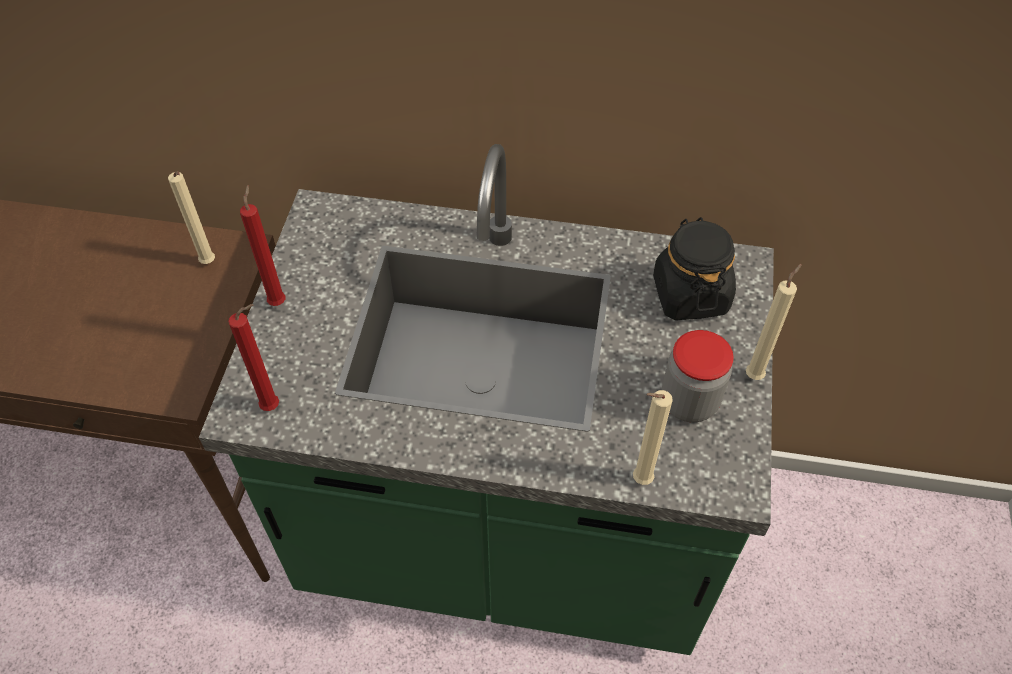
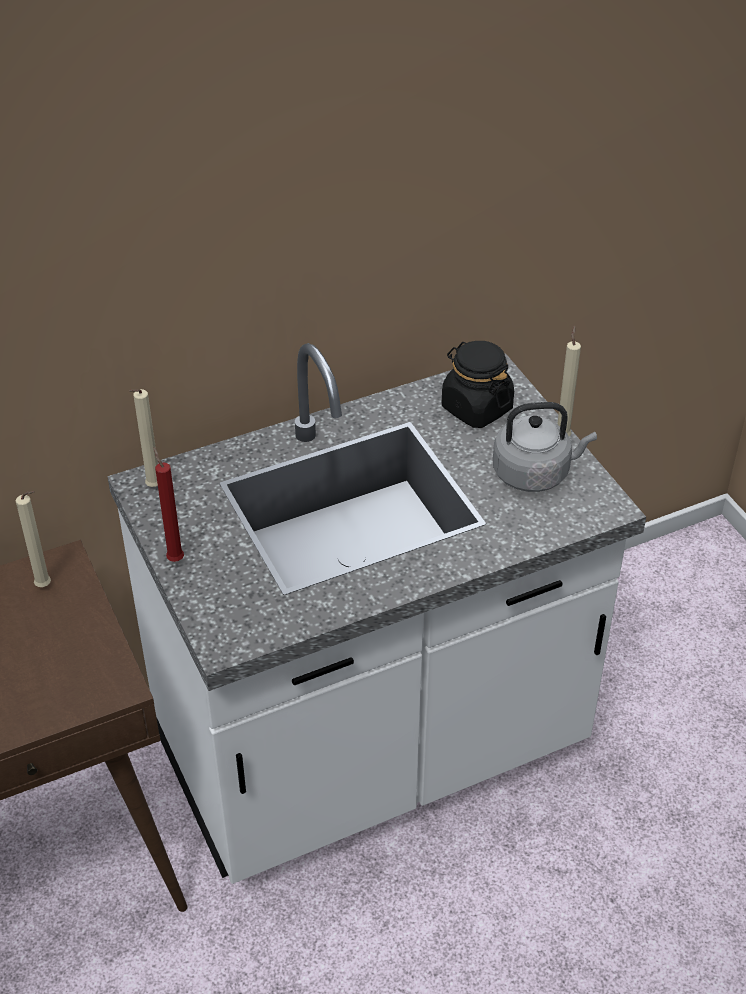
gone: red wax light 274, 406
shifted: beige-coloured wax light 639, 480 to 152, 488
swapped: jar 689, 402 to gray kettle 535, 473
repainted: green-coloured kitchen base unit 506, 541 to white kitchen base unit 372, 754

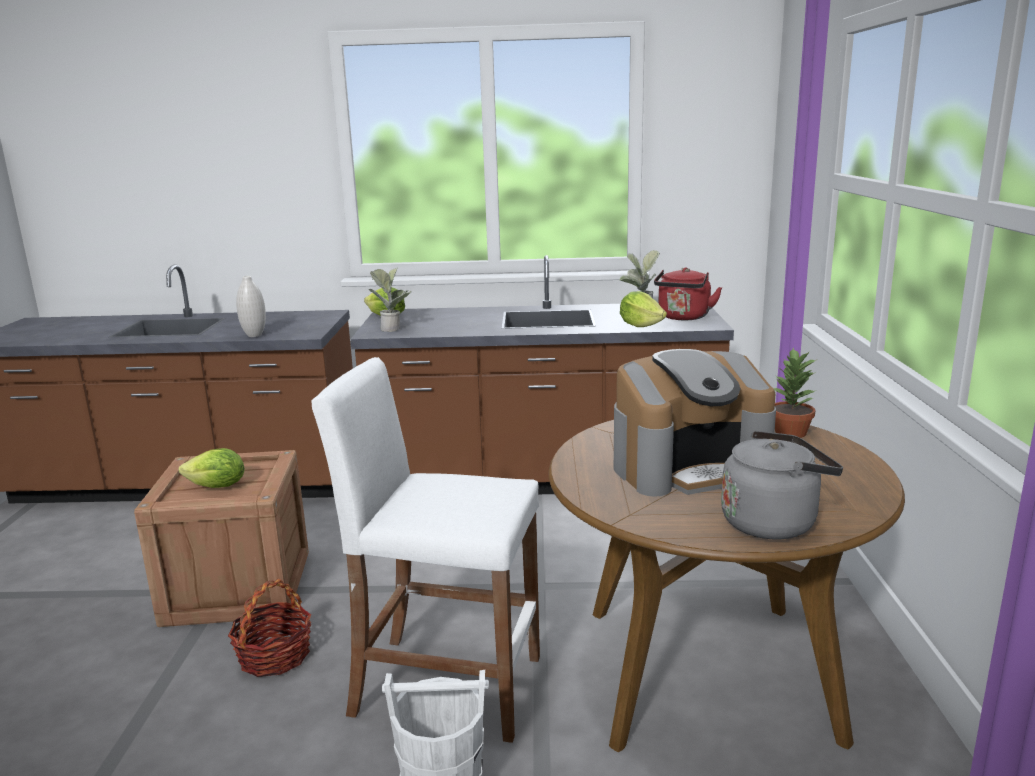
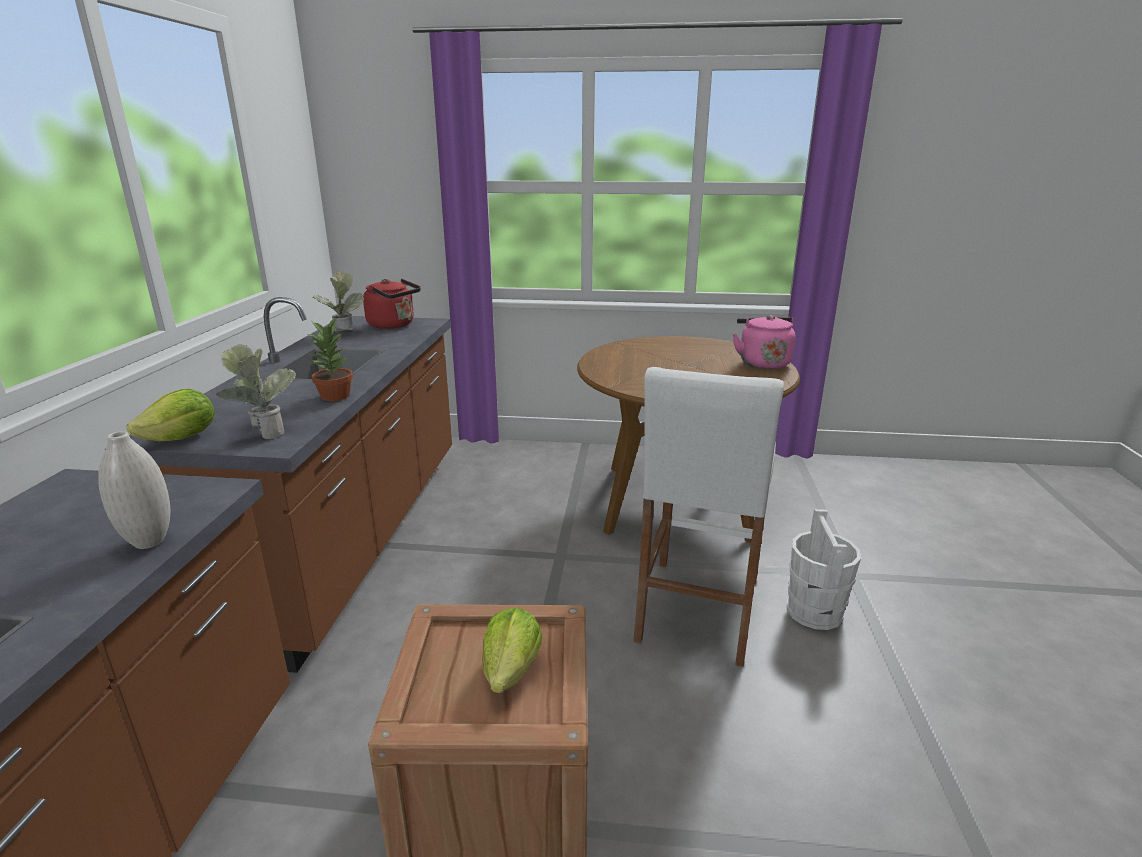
gone: household basket 274, 656; coffee maker 689, 467; head of lettuce 641, 325
shifted: potted plant 790, 433 to 336, 396
repainted: gray kettle 773, 522 to pinkish kettle 762, 363

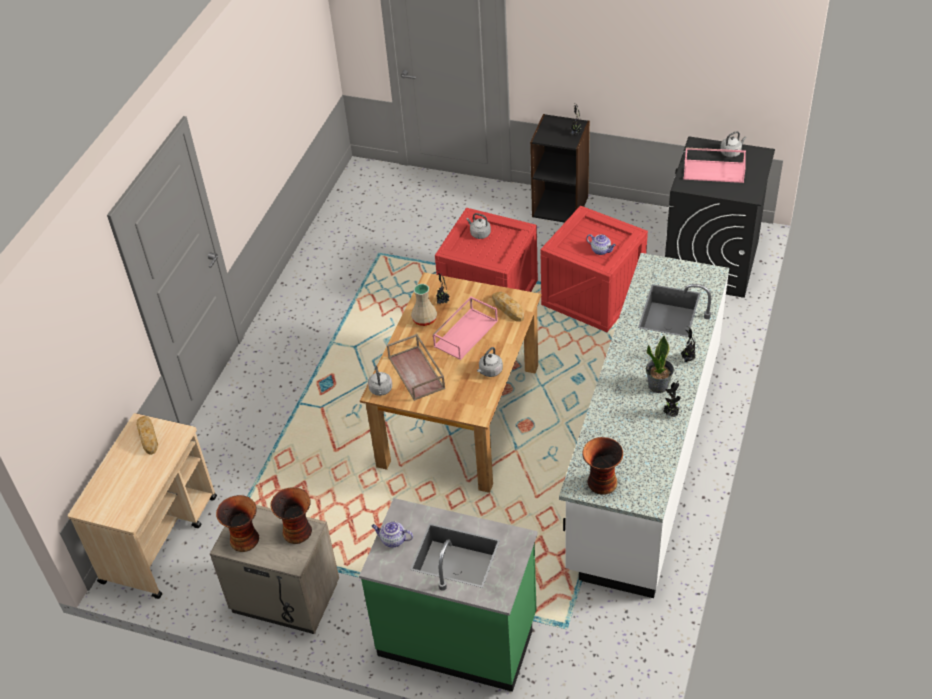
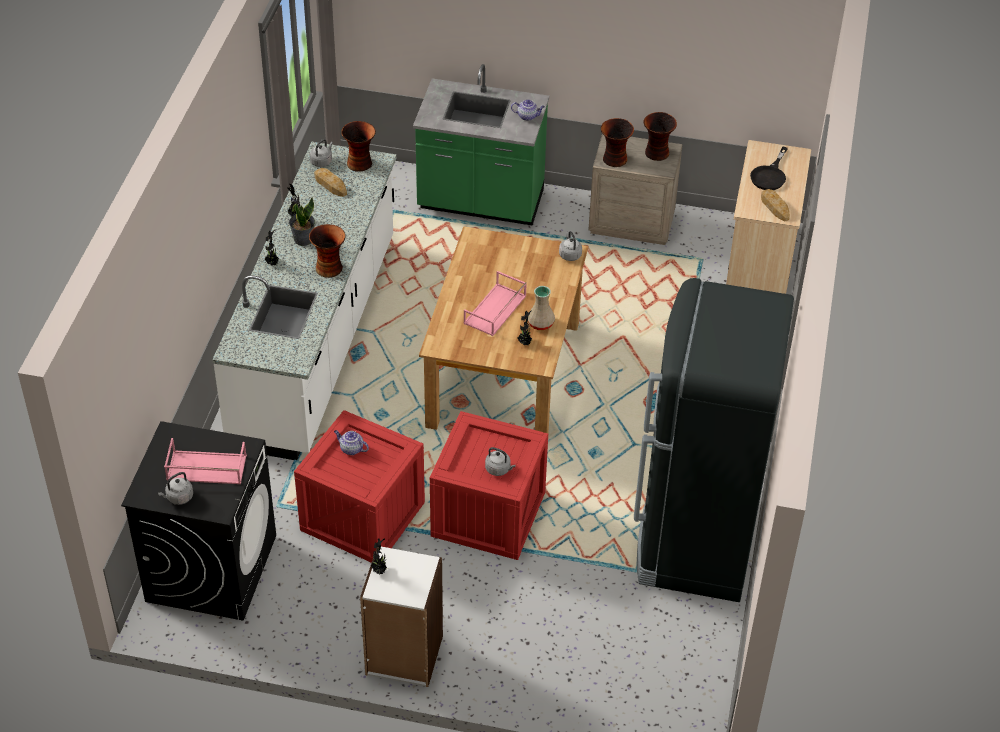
gone: brownish serving tray 417, 373
new: vase 329, 268; blackish kitchen fridge 695, 541; blackish frying pan 770, 175
shifted: gray kettle 490, 371 to 322, 161; bread 508, 308 to 330, 185
repainted: blackish bookshelf 560, 206 to white bookshelf 404, 656

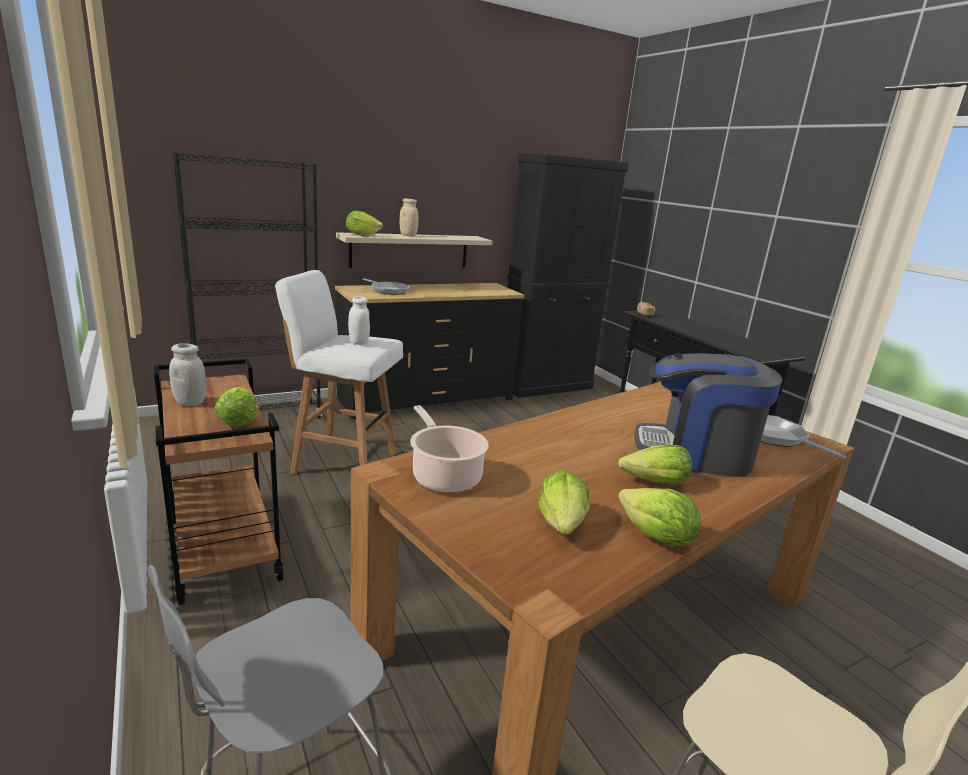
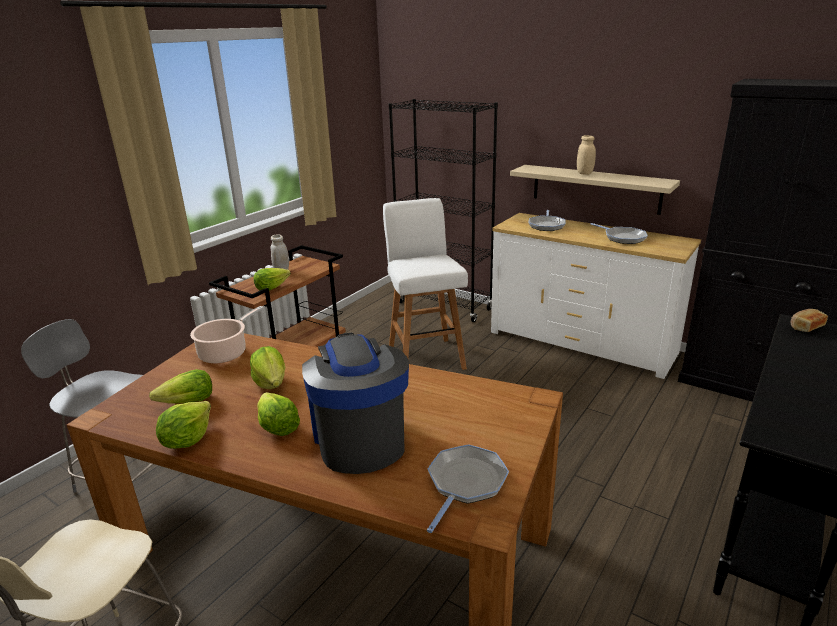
gone: white jar 359, 342
new: frying pan 622, 238
shifted: head of lettuce 362, 235 to 271, 383
repainted: blackish dresser 426, 399 to white dresser 581, 342

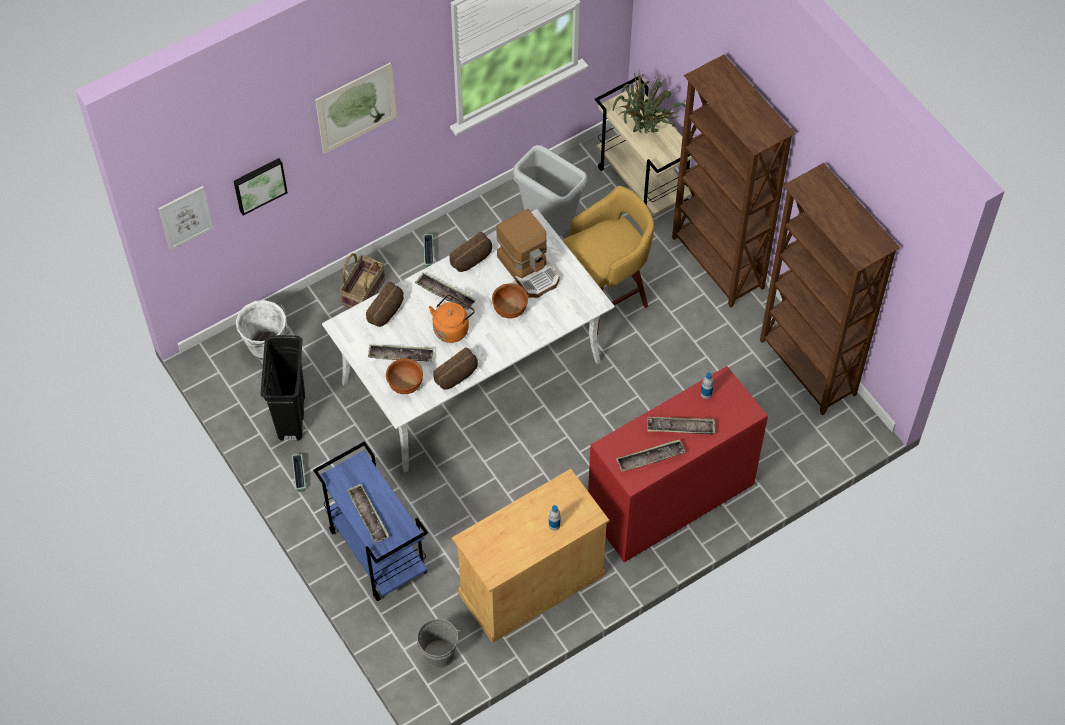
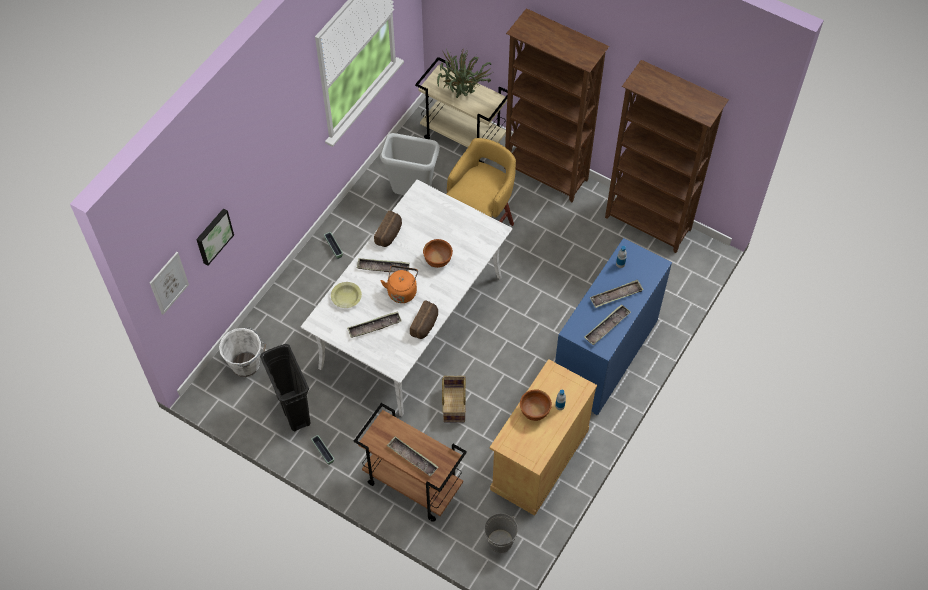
gone: wall picture 356, 107; coffee maker 529, 269
shifted: household basket 363, 291 to 453, 404; brownish deep dish 405, 385 to 534, 411
swapped: bread 387, 311 to yellow-coloured deep dish 346, 298
repainted: blue cart 376, 551 to brownish cart 412, 484; red dresser 670, 500 to blue dresser 605, 356

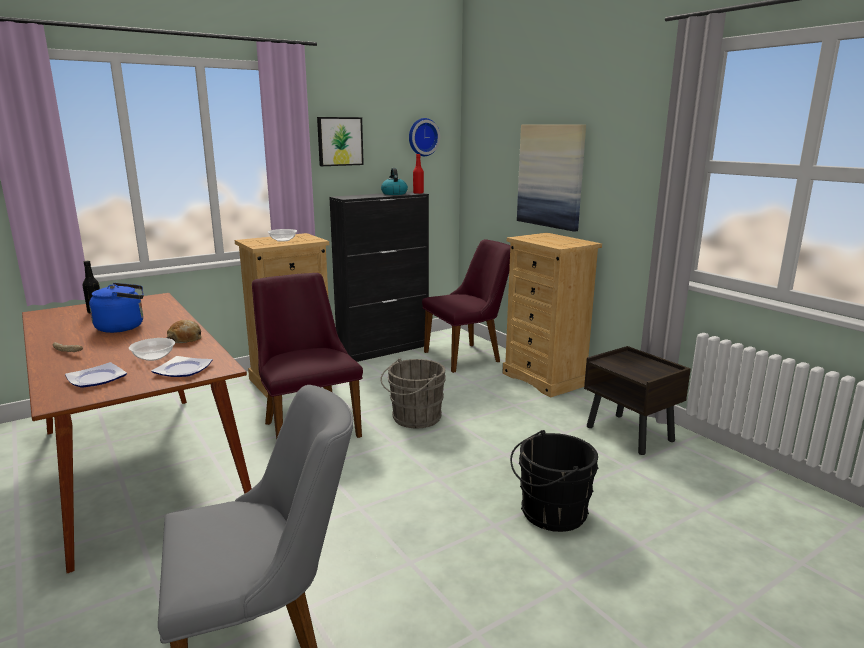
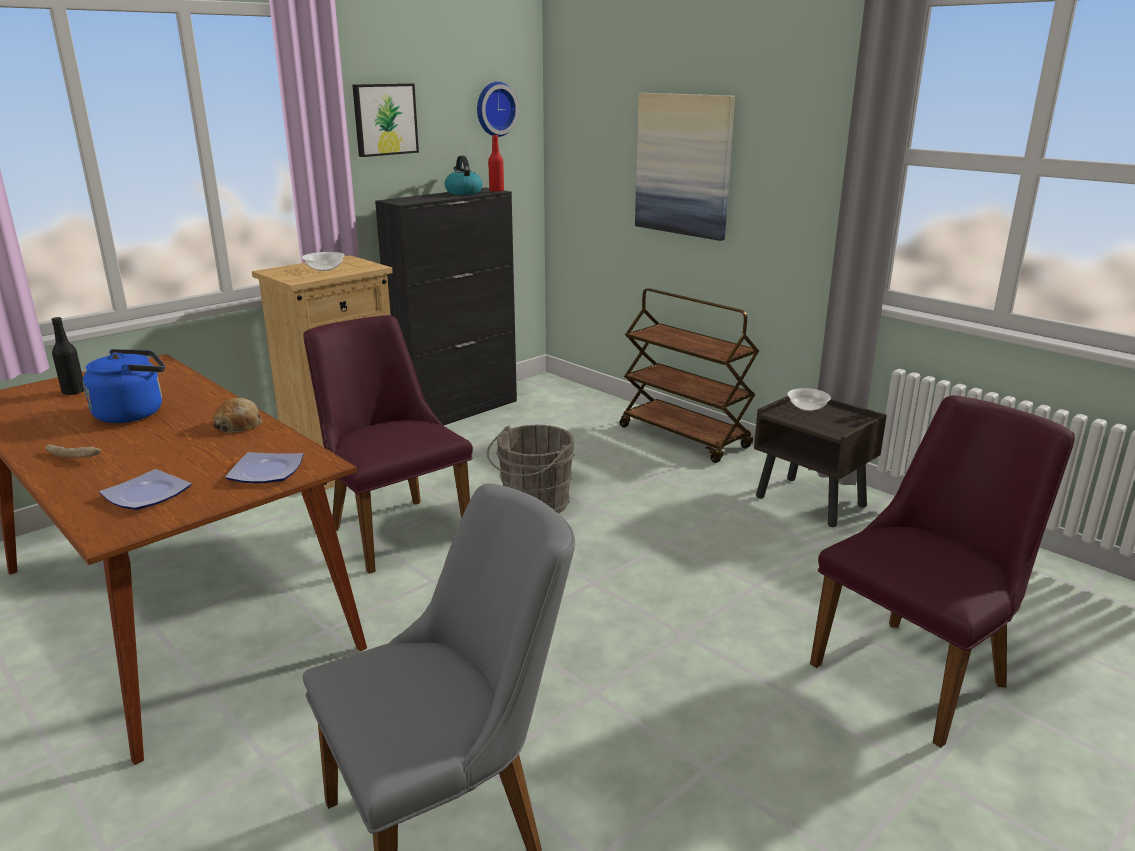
gone: blackish bucket 549, 513
shifted: deep dish 153, 357 to 807, 408; purplish chair 469, 356 to 921, 669
swapped: beige-coloured dresser 545, 379 to brownish cart 685, 437

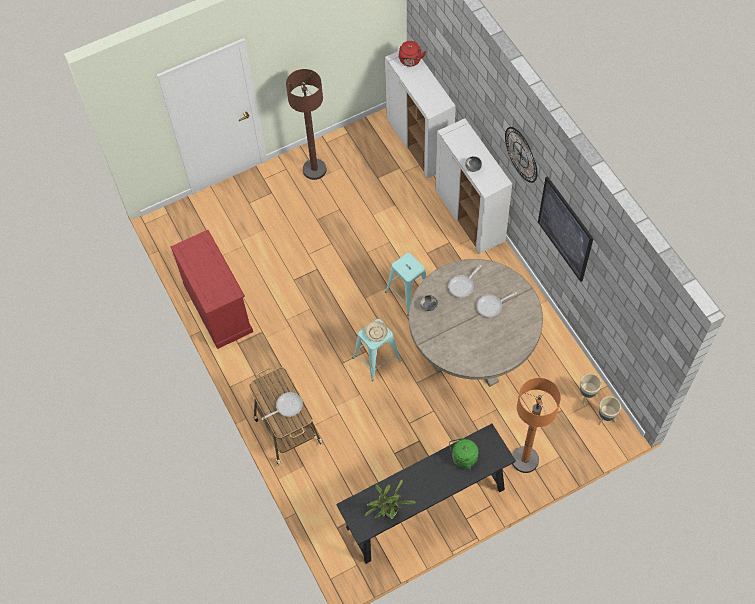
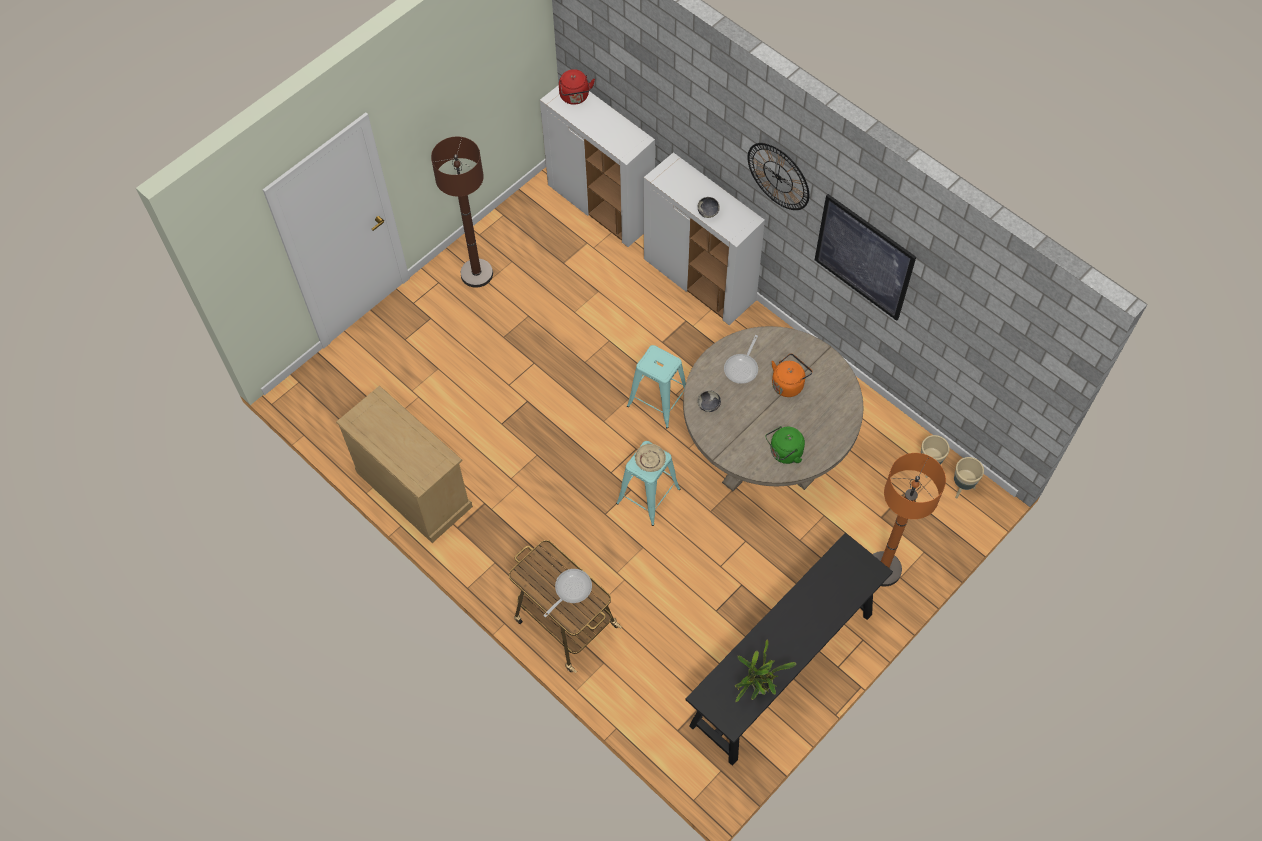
shifted: green-coloured kettle 462, 458 to 784, 453
swapped: frying pan 491, 306 to orangey kettle 788, 383
repainted: red dresser 218, 308 to beige-coloured dresser 414, 489

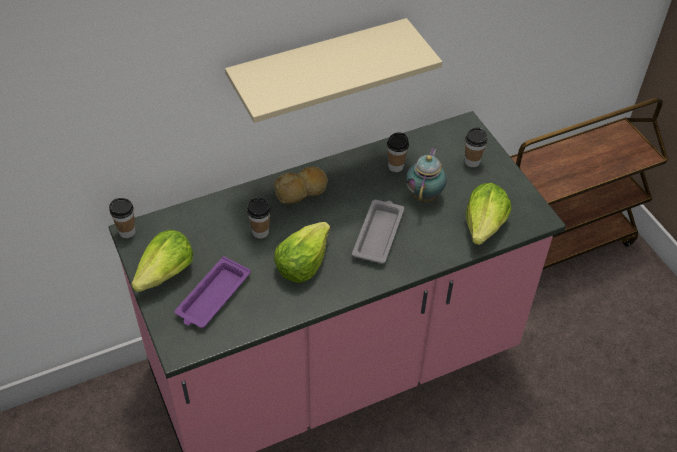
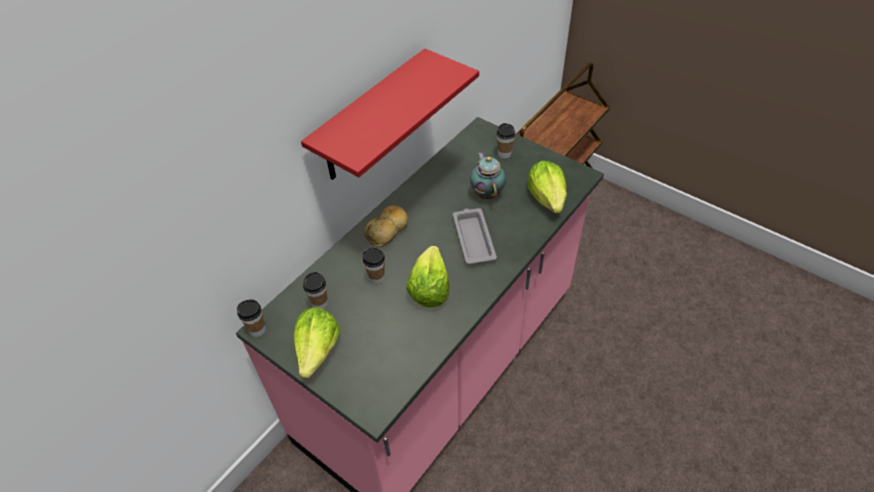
gone: purplish serving tray 212, 297
shifted: cup 395, 166 to 320, 304
repainted: beige-coloured shelf 318, 70 to red shelf 370, 118

